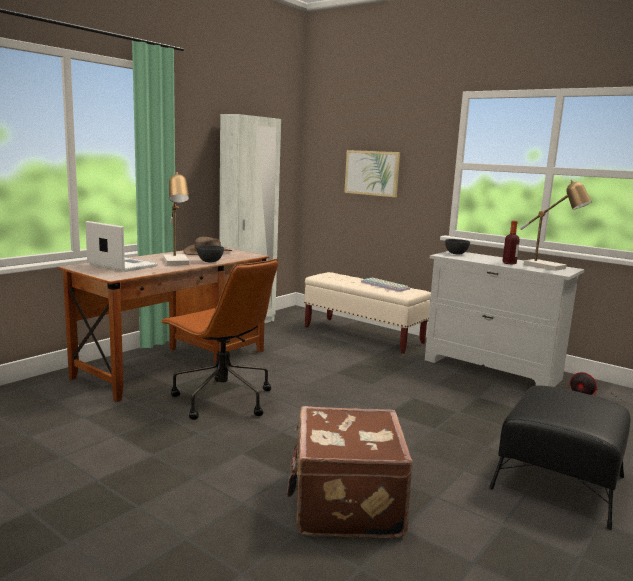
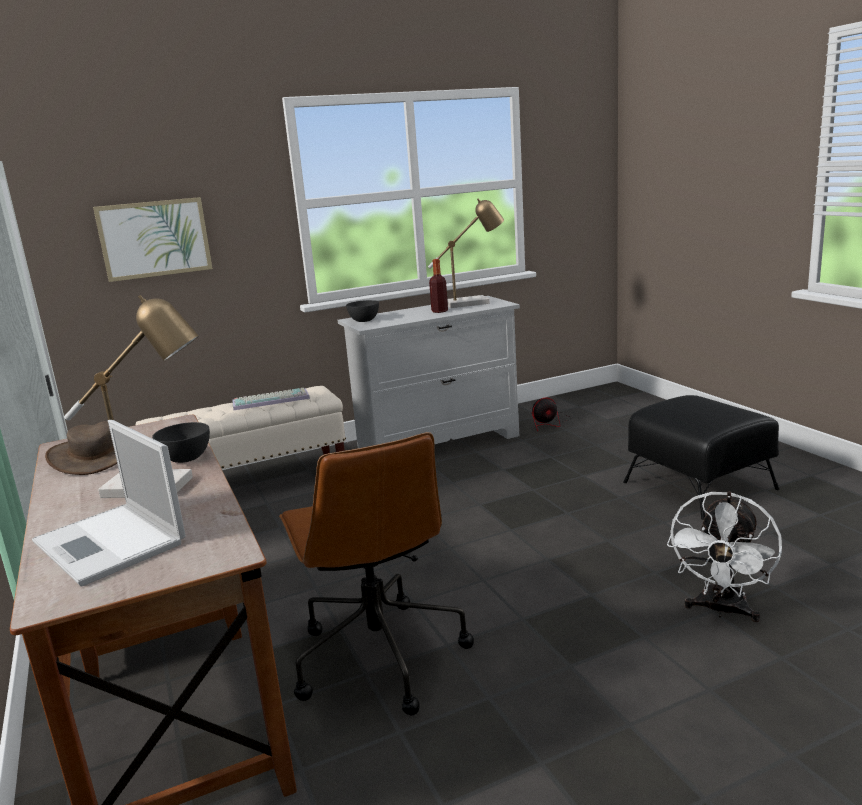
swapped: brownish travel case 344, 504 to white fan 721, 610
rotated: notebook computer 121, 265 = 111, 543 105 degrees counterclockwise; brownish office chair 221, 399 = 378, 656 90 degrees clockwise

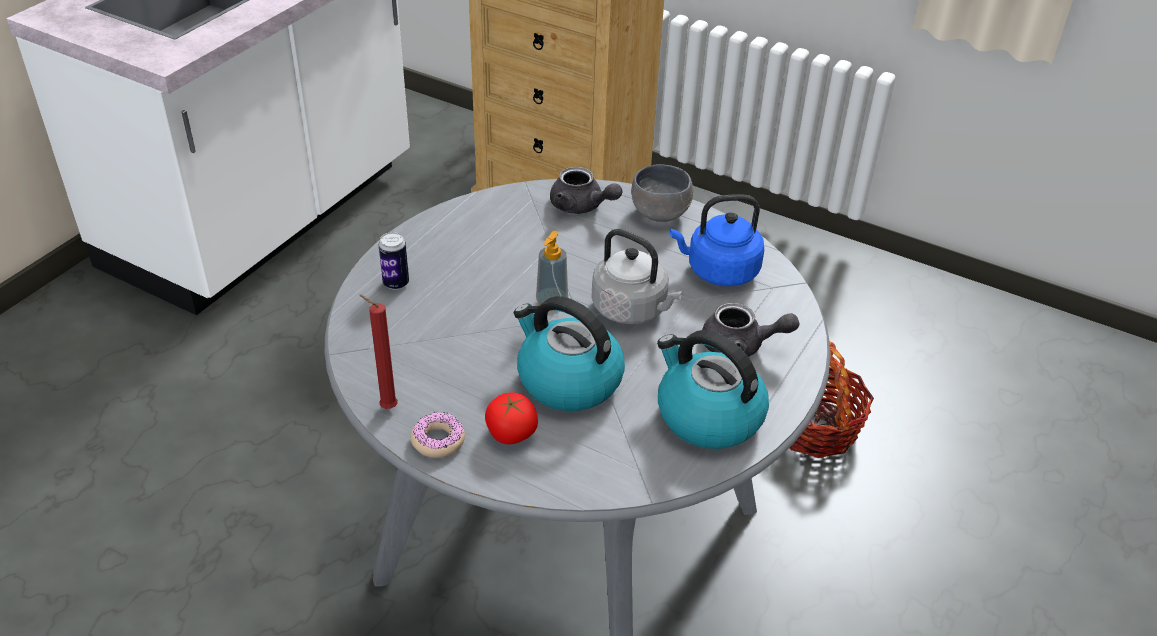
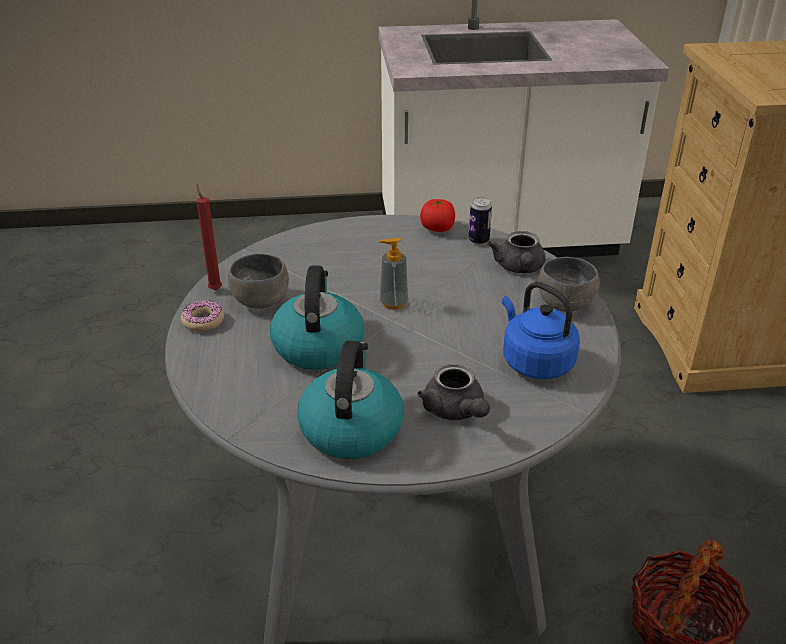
gone: gray kettle 632, 310
new: gray deep dish 258, 301
shifted: fresh tomato 511, 433 to 437, 228; sealed can 396, 283 to 478, 241

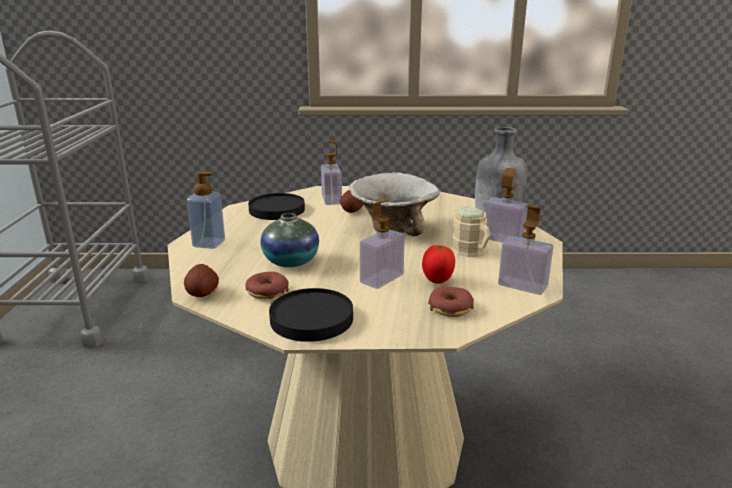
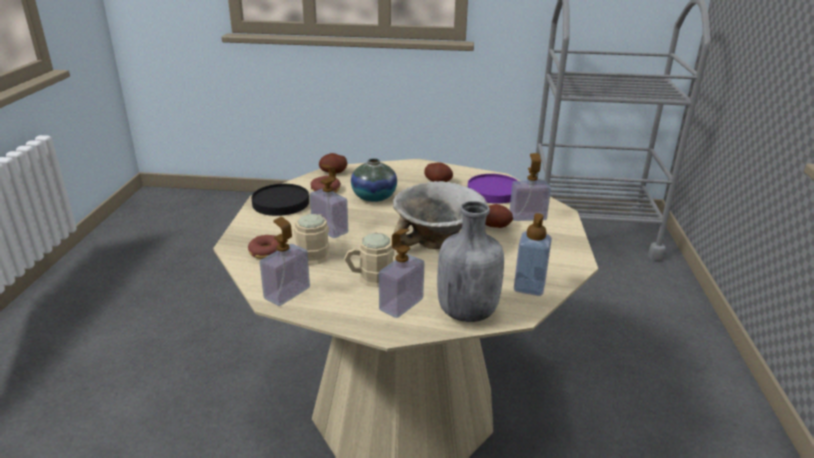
new: whole potato 438, 181
shifted: soap bottle 209, 243 to 529, 287
swapped: fresh tomato 437, 281 to beige-coloured tea mug 315, 252
repainted: blackish dinner plate 276, 210 to purplish dinner plate 494, 191

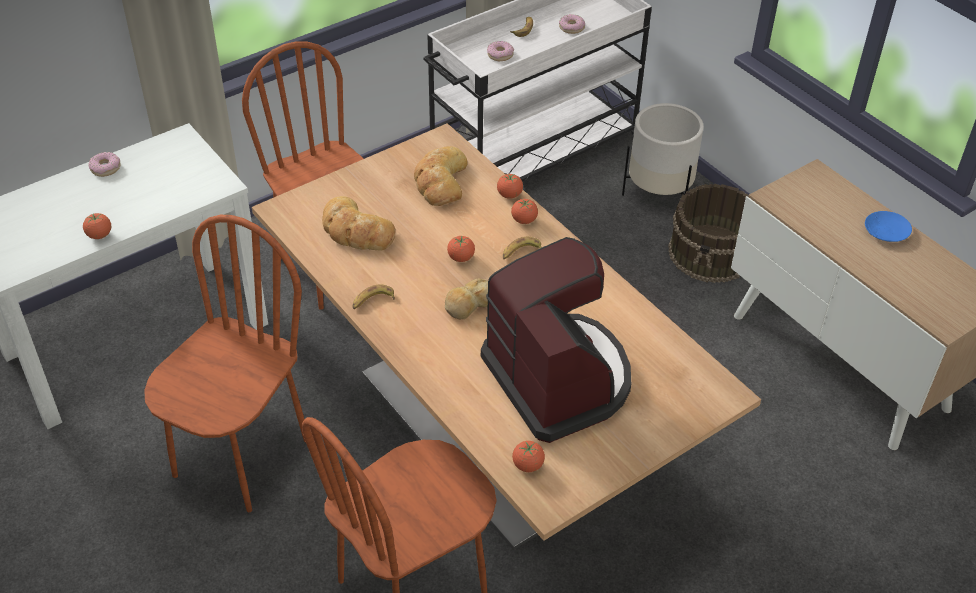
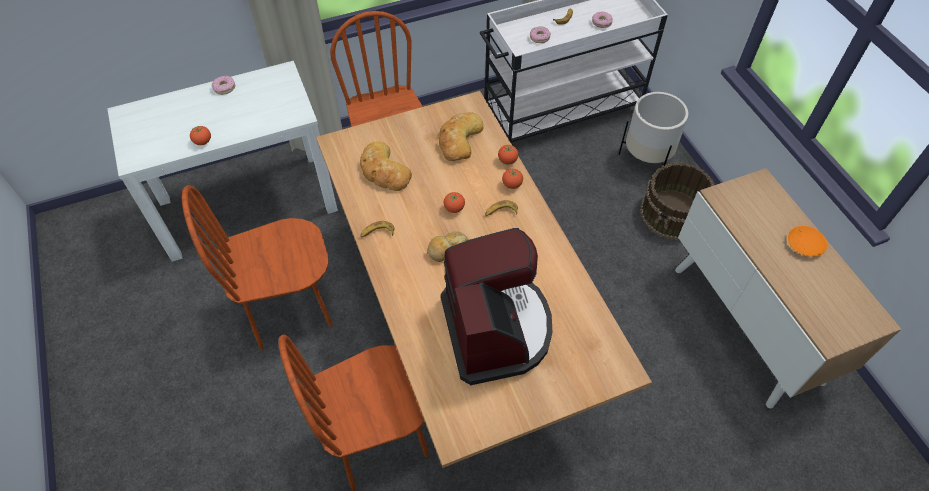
gone: fresh tomato 528, 465
repainted: blue dinner plate 885, 231 to orangey dinner plate 804, 244
rotated: brownish chair 240, 457 = 290, 309 150 degrees counterclockwise

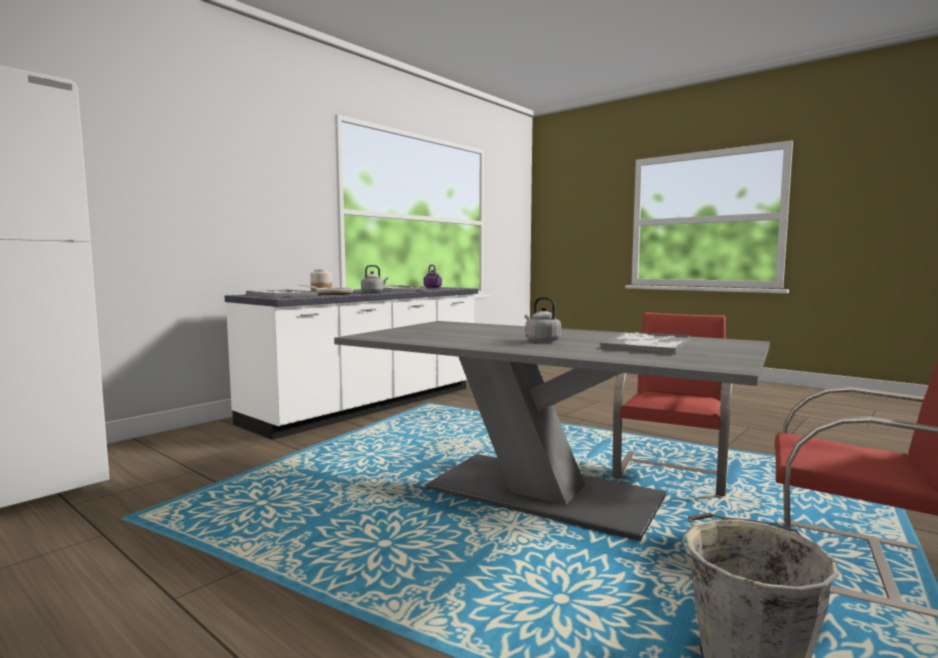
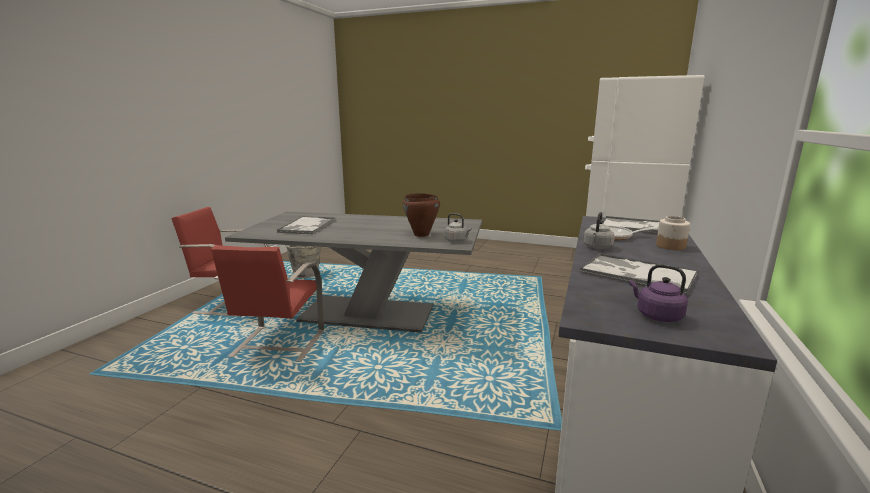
new: brownish saucepot 421, 235
shifted: gray kettle 541, 340 to 457, 241

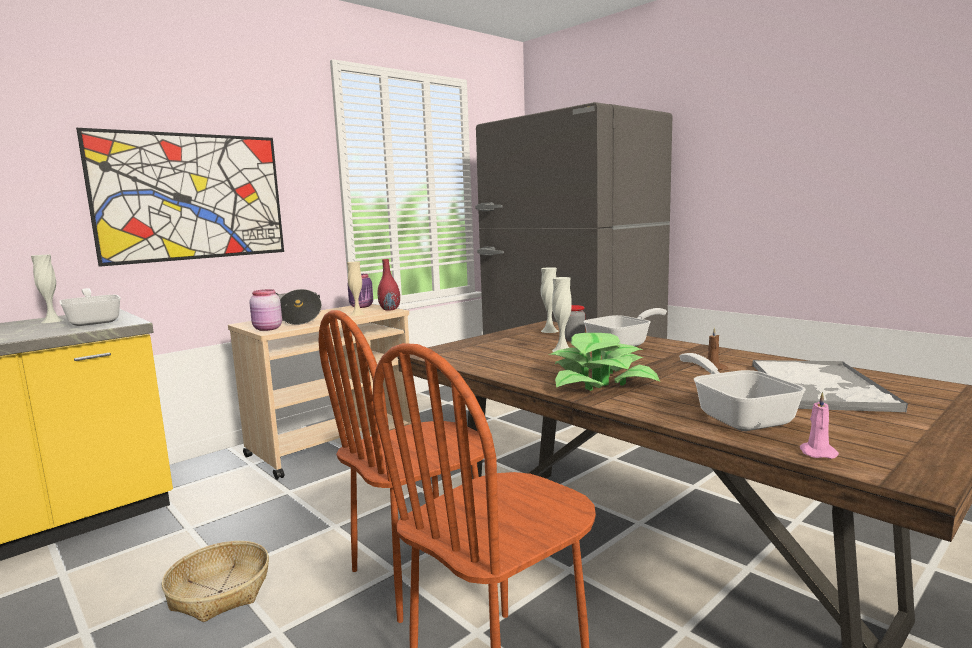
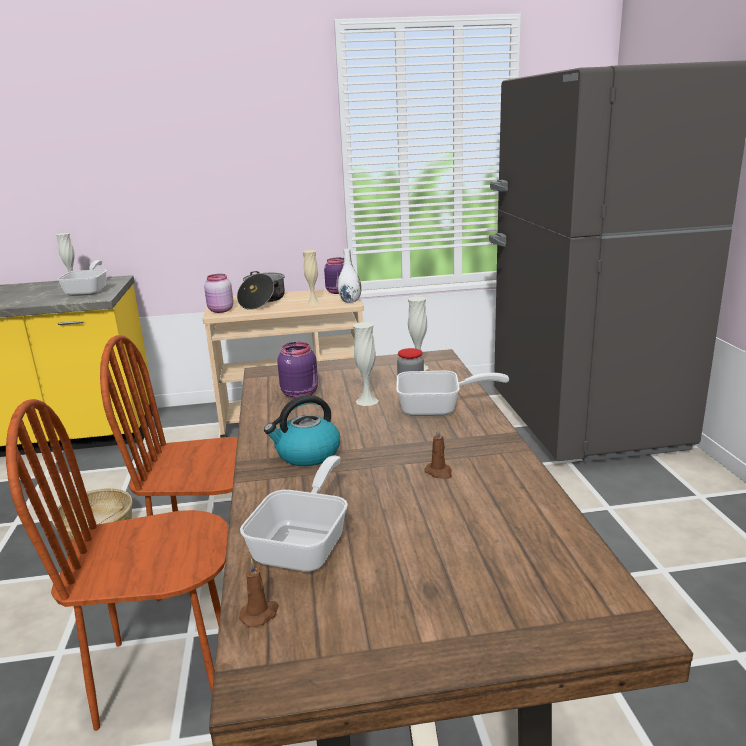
gone: wall picture 192, 197; serving tray 820, 387
new: purplish jar 300, 394
swapped: potted plant 601, 381 to kettle 307, 454
repainted: pinkish wax light 817, 452 to brownish wax light 260, 614; red vase 389, 309 to white vase 350, 301

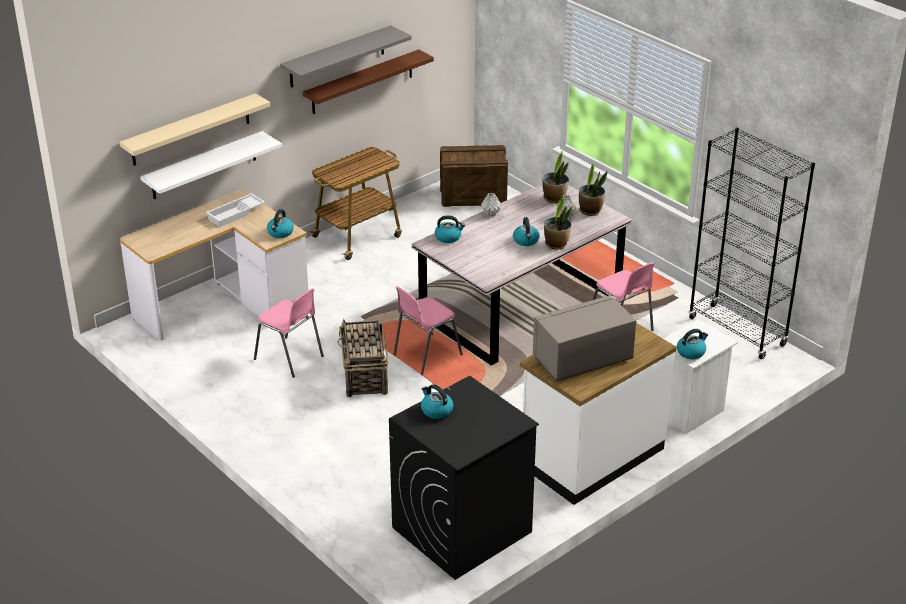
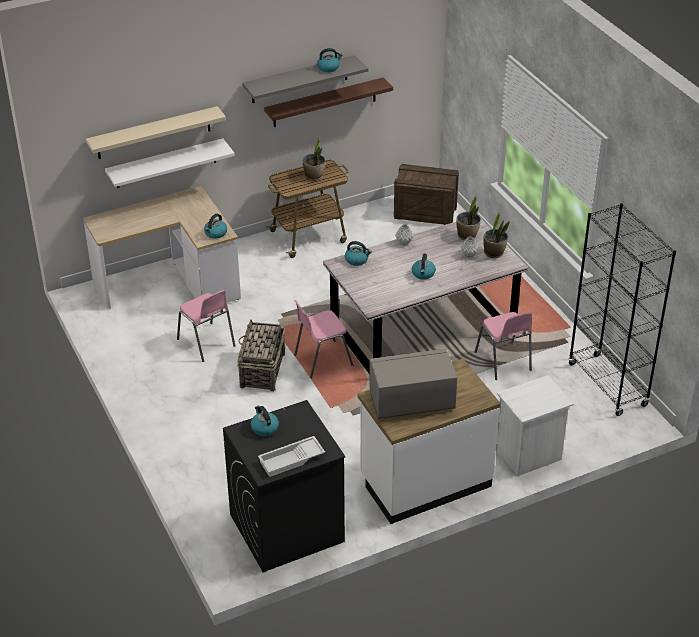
shifted: white serving tray 236, 214 to 291, 460; potted plant 556, 244 to 314, 176; kettle 691, 352 to 329, 67

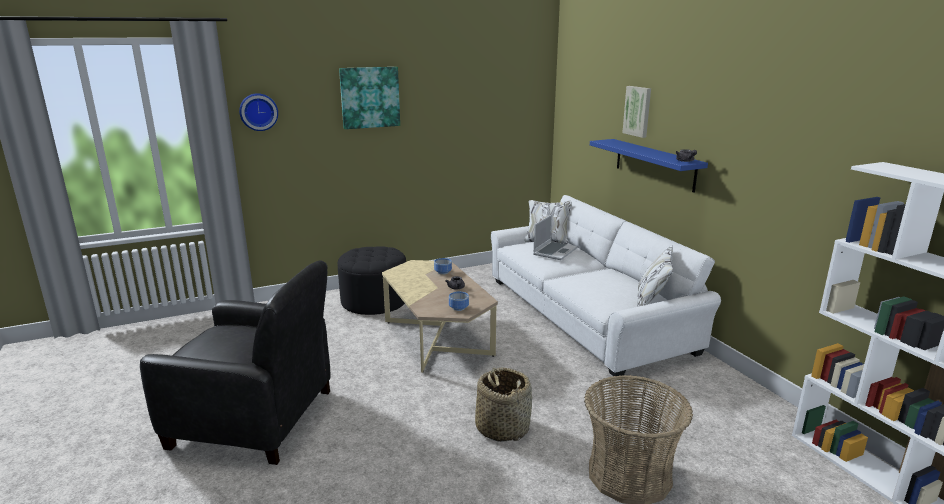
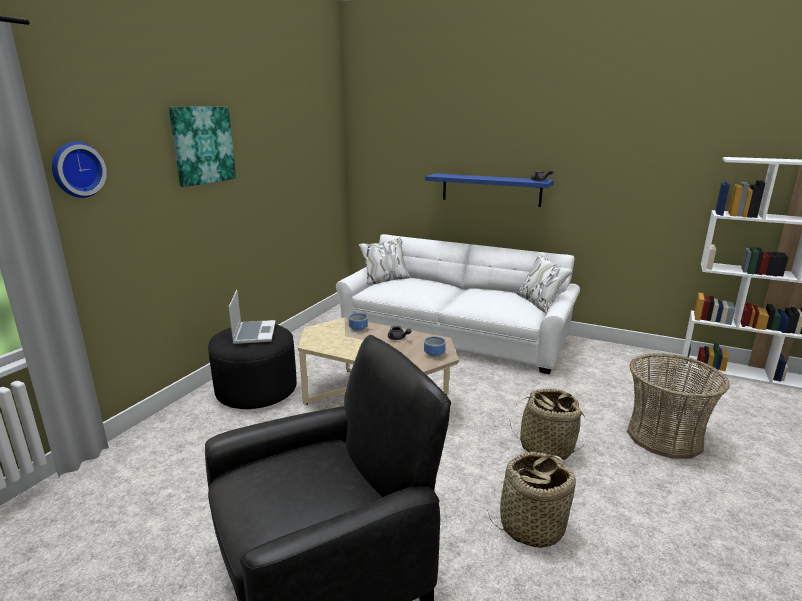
gone: wall picture 638, 111
new: household basket 531, 526
shifted: notebook computer 554, 251 to 254, 333

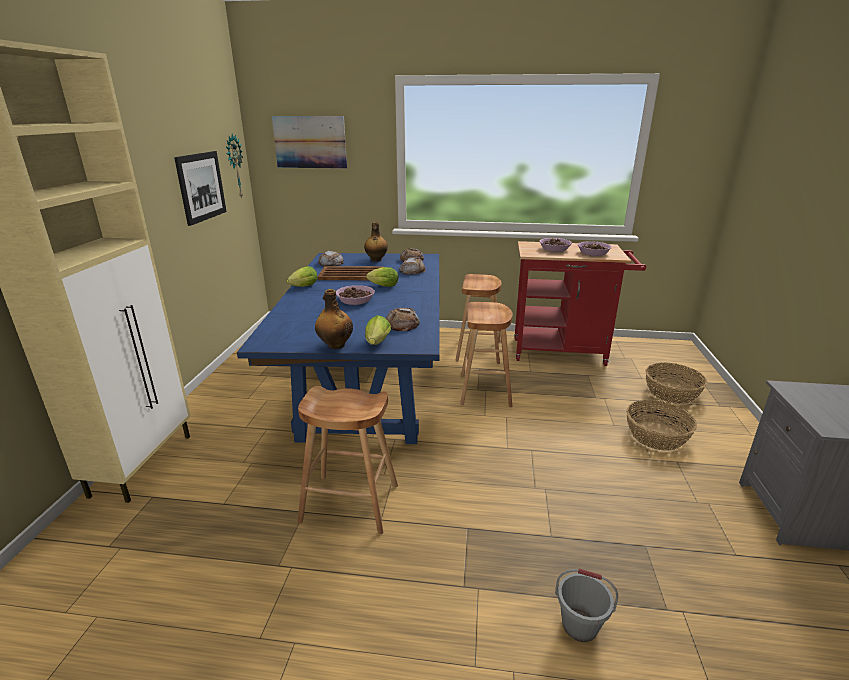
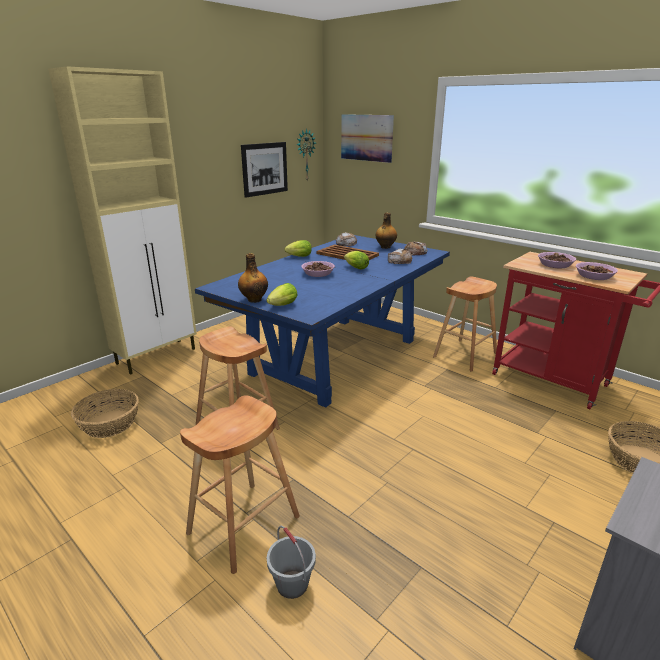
gone: bread 402, 324
shifted: household basket 656, 436 to 109, 423; brownish stool 485, 390 to 244, 524

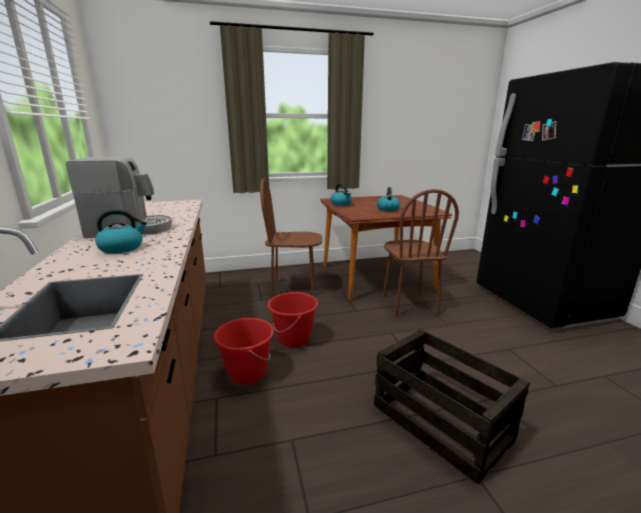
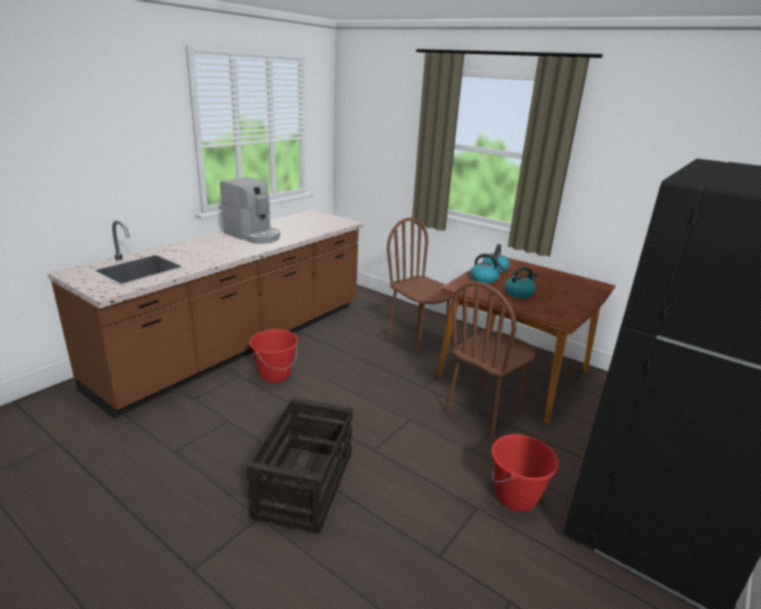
shifted: kettle 122, 248 to 484, 279; red bucket 294, 339 to 516, 497

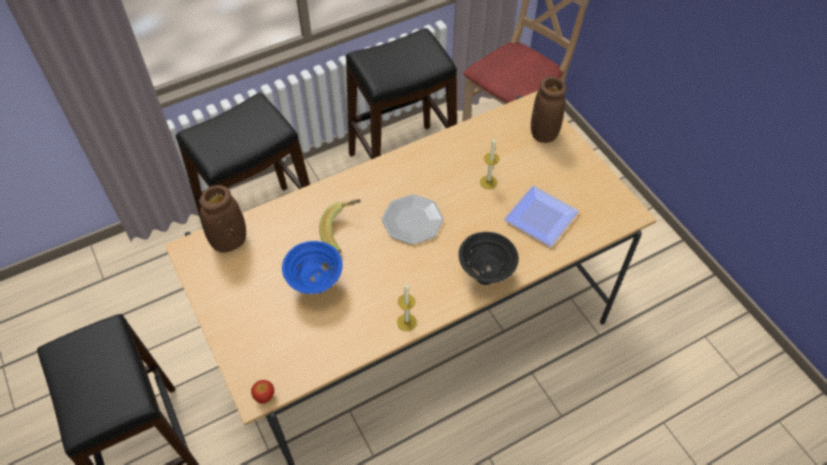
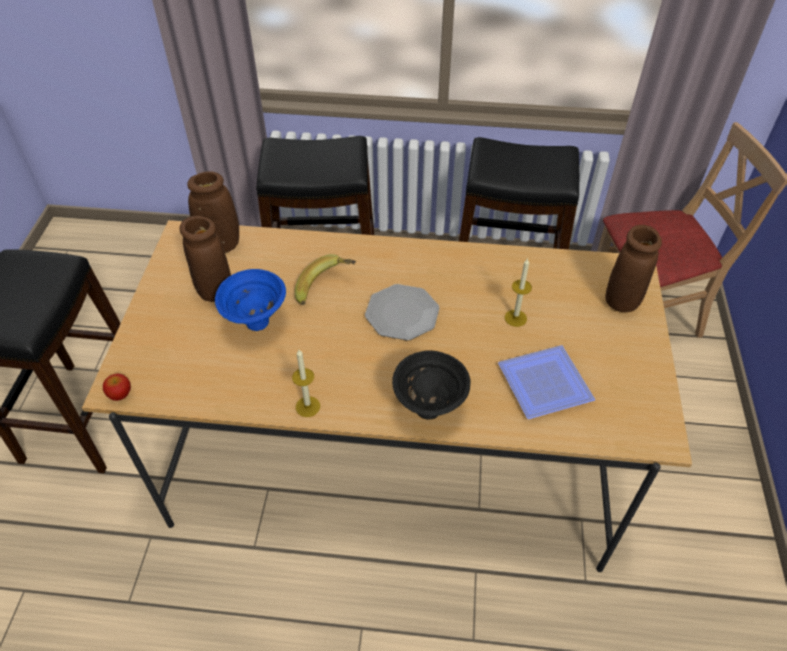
new: brownish vase 214, 290

